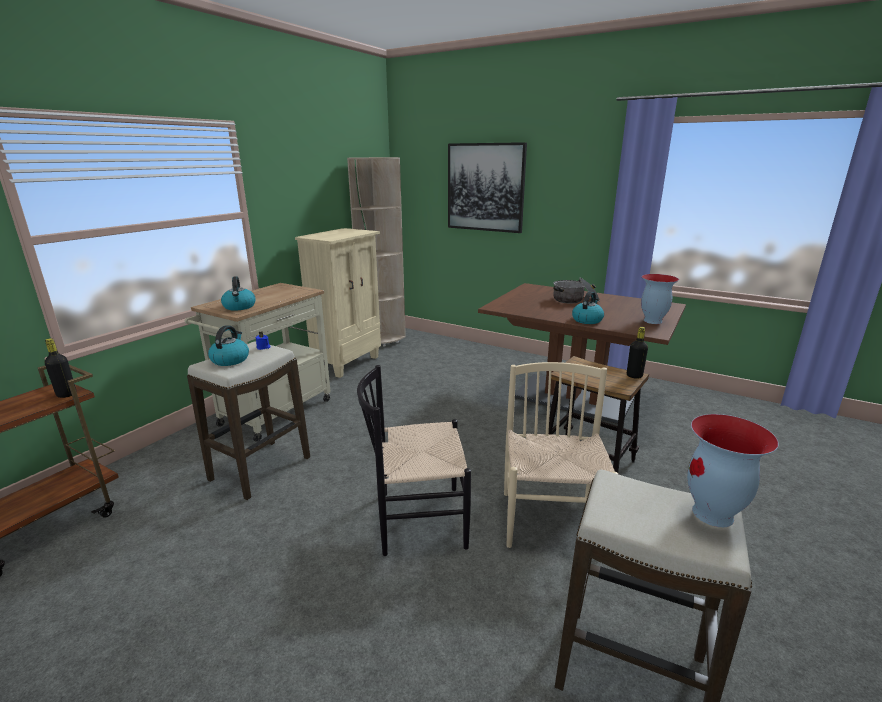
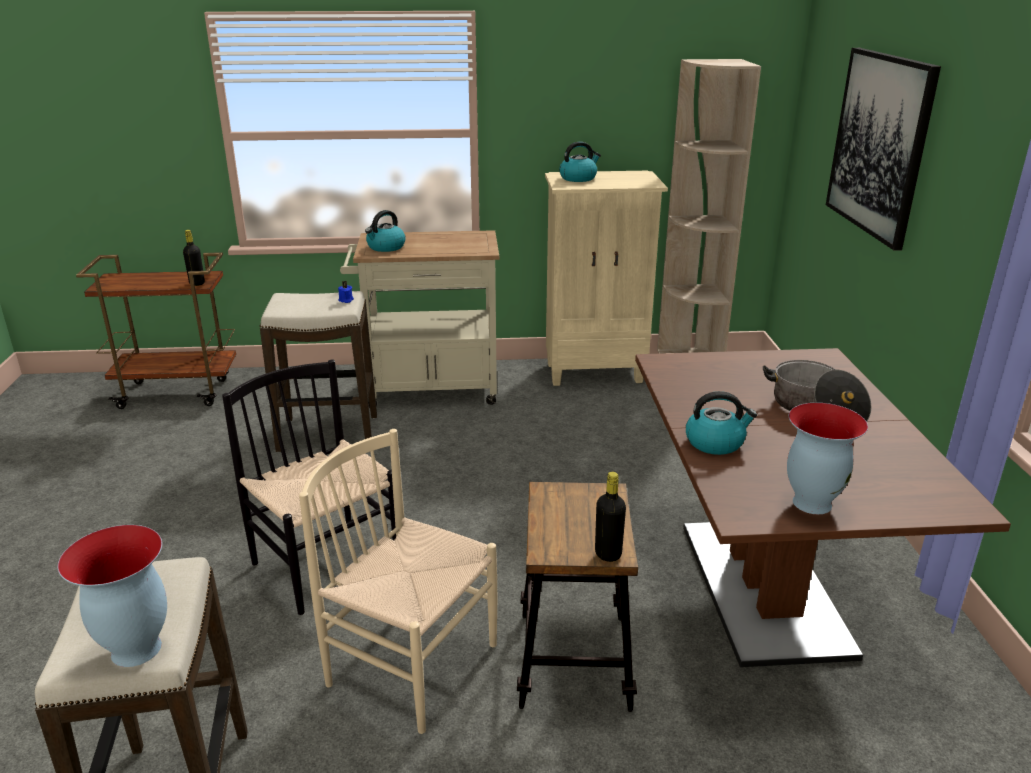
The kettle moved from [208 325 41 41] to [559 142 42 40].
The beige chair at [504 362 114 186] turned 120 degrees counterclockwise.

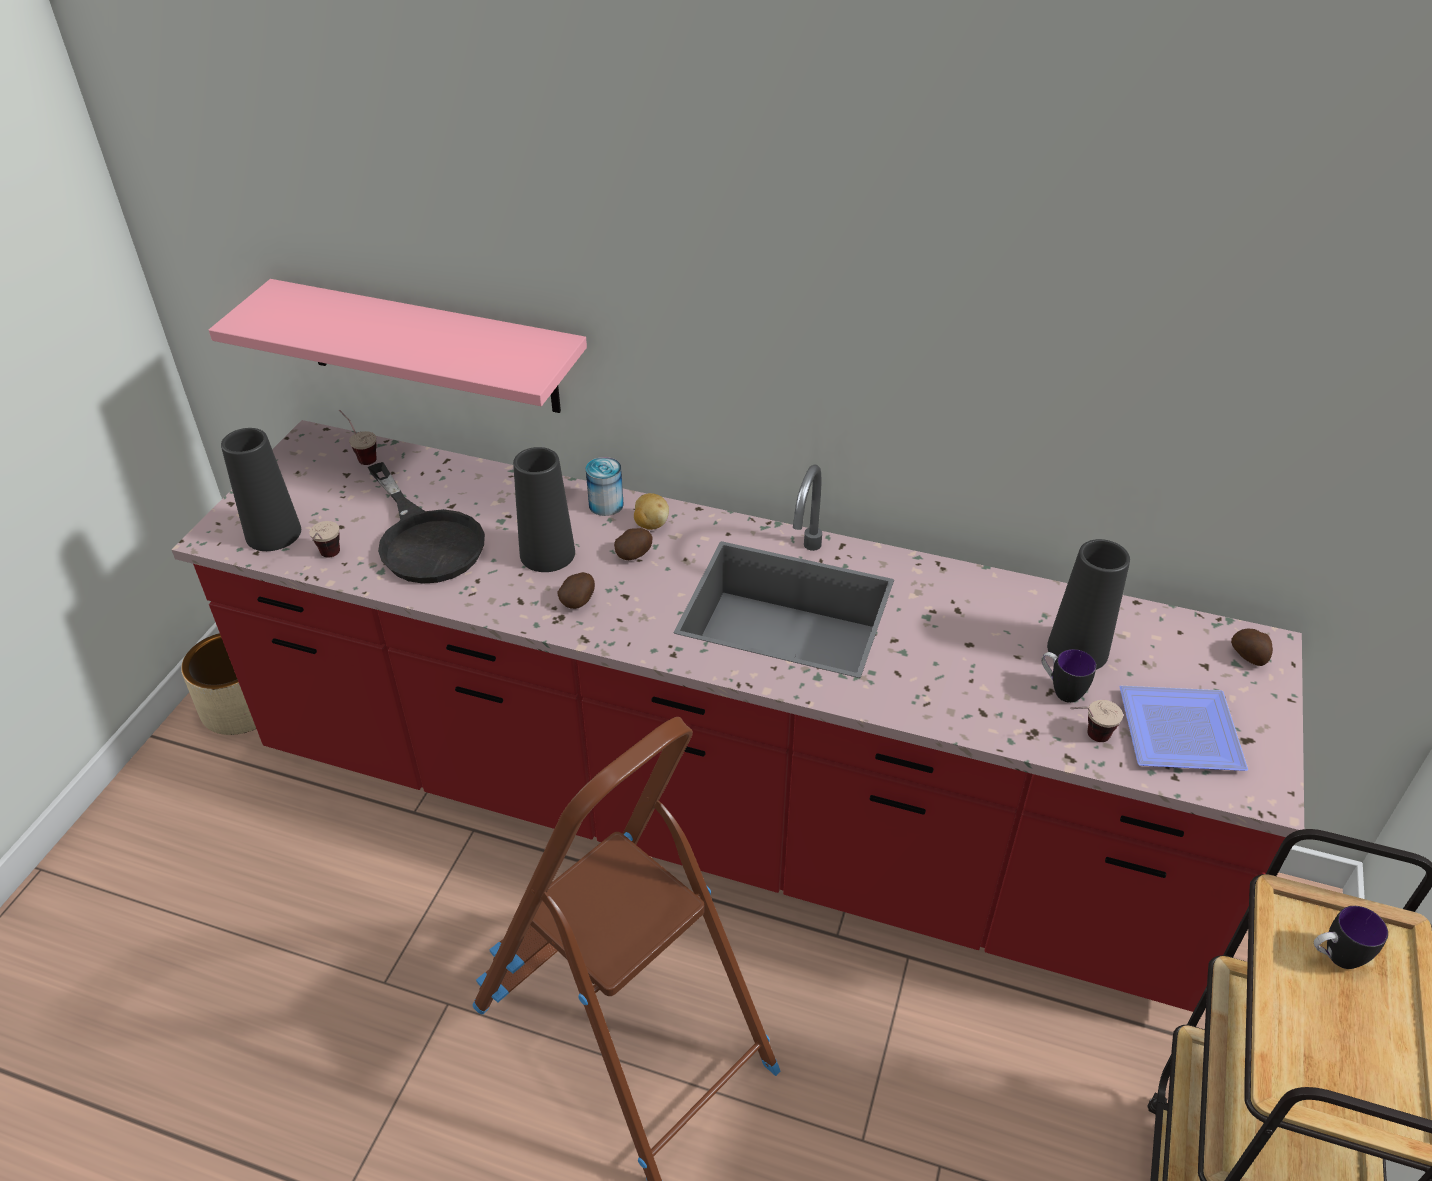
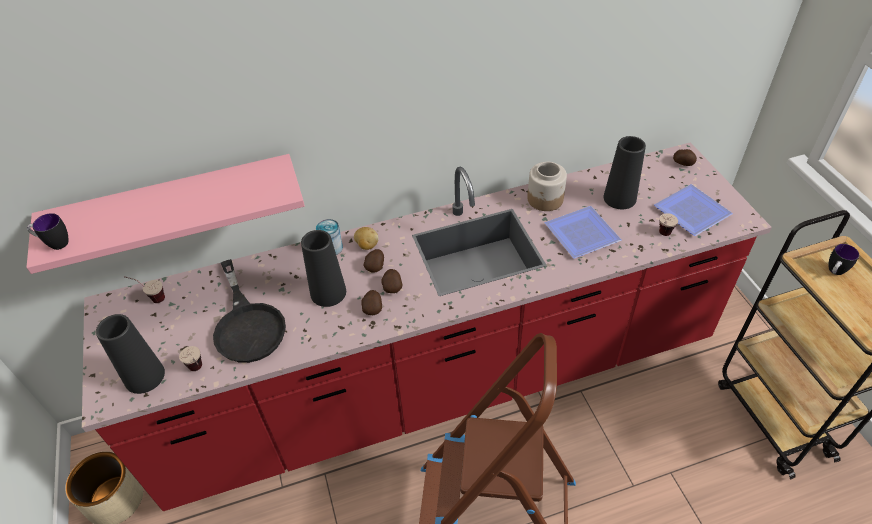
The black frying pan at [368 462 117 122] turned 45 degrees clockwise.
The mug moved from [1041 649 55 54] to [27 213 41 37].
The potato at [381 269 21 24] appeared.
The jar at [527 162 40 49] appeared.
The plate at [545 206 77 53] appeared.

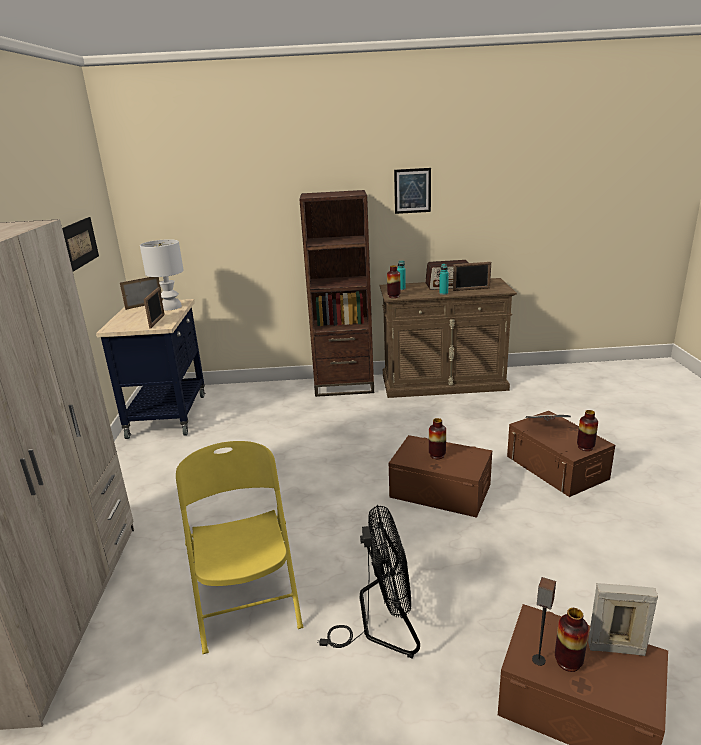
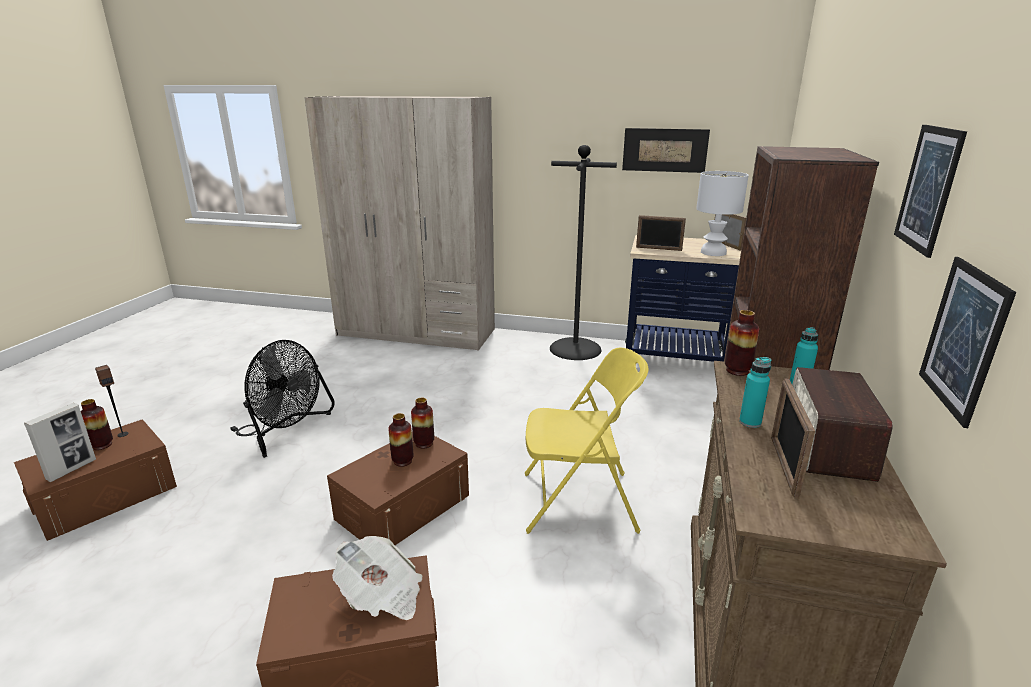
The yellow chair moved from [176 441 128 213] to [525 348 123 186].
The black fan at [317 505 103 154] turned 75 degrees counterclockwise.
The vase moved from [577 410 21 41] to [411 398 23 51].
The black clothes rack at [550 145 67 215] appeared.
The picture at [919 257 97 171] appeared.

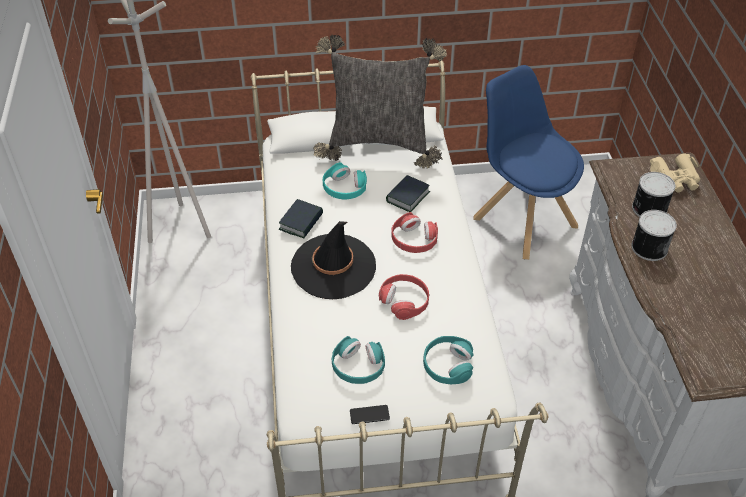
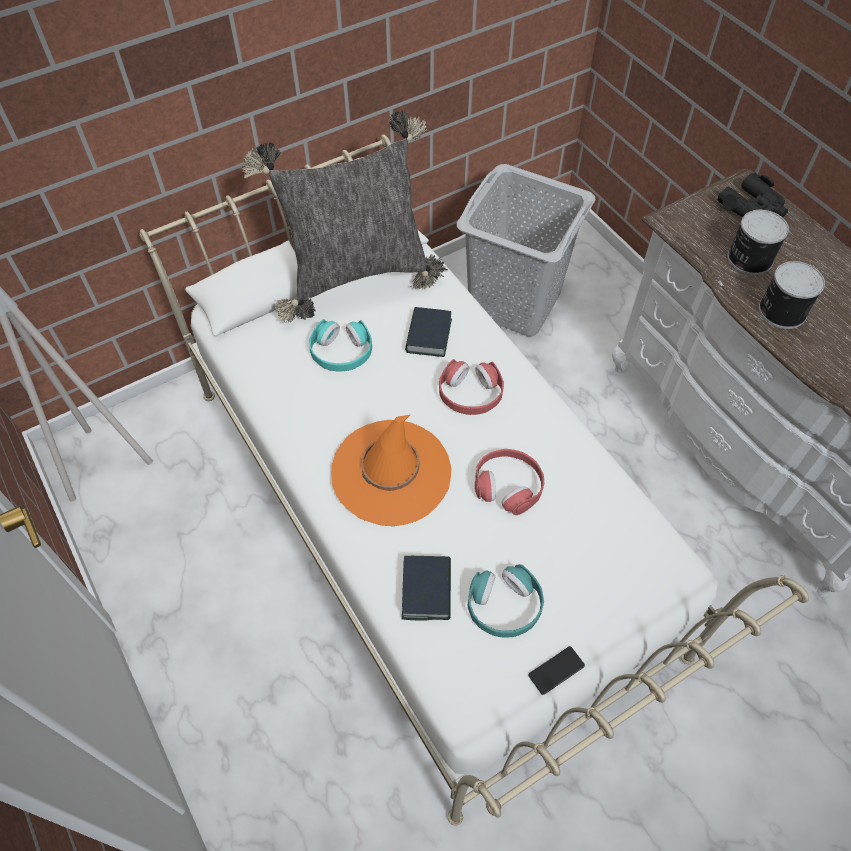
The book moved from [279 199 44 40] to [401 556 50 65].
The black hat at [291 221 85 78] became the orange hat at [331 415 121 111].
The turquoise headphones at [423 336 50 48] disappeared.
The blue chair at [473 65 111 195] was replaced by the grey laundry basket at [457 164 139 173].
The beige binoculars at [650 154 50 38] became the black binoculars at [718 173 71 45].

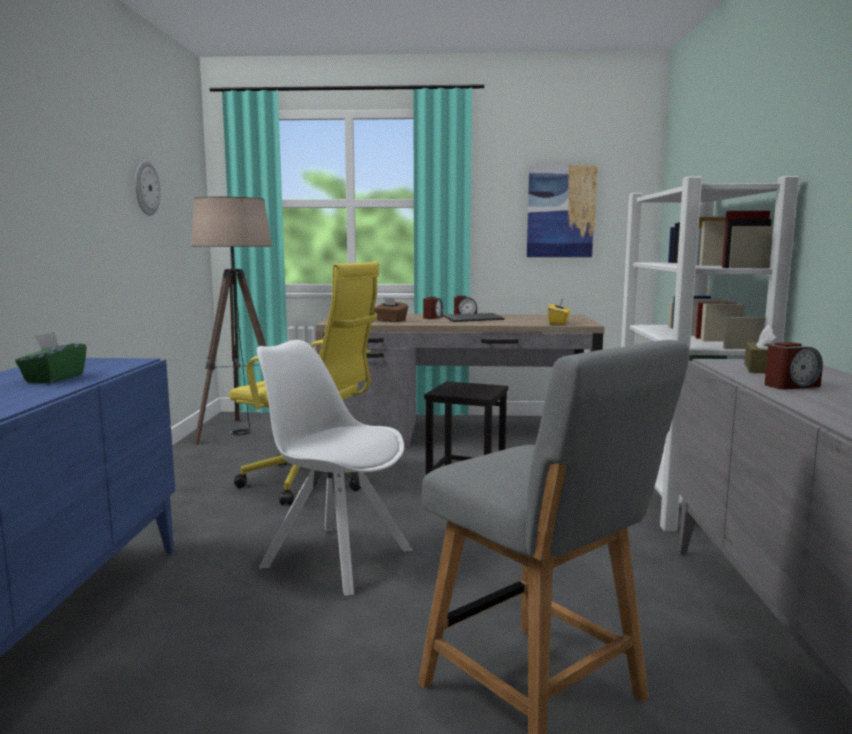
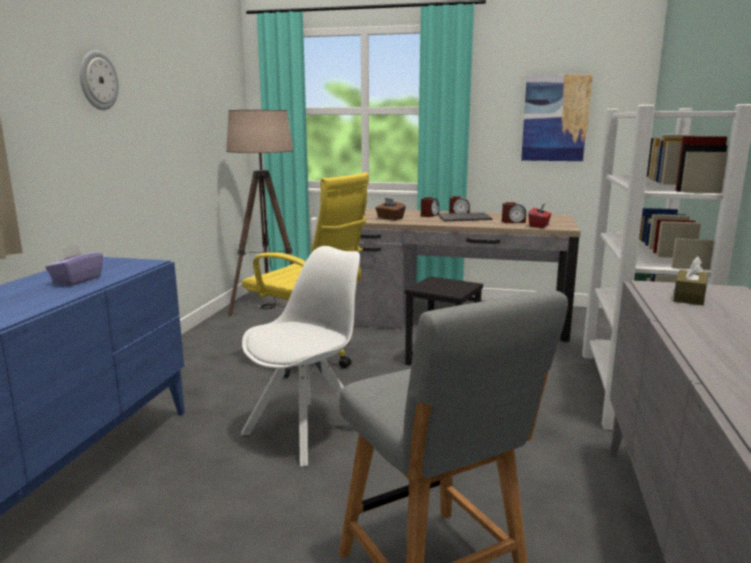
The green tissue box at [15 332 72 51] became the purple tissue box at [46 243 57 43].
The wall clock moved from [135 161 26 55] to [80 50 39 60].
The white chair at [257 340 156 256] turned 90 degrees clockwise.
The yellow tissue box at [548 299 22 26] became the red tissue box at [528 203 24 25].
The alarm clock moved from [765 342 58 47] to [502 202 24 21].

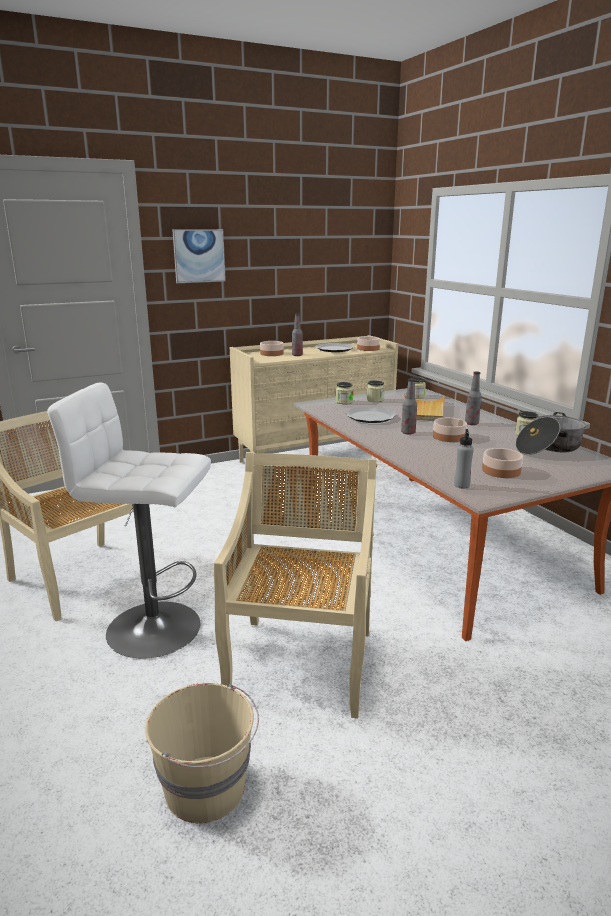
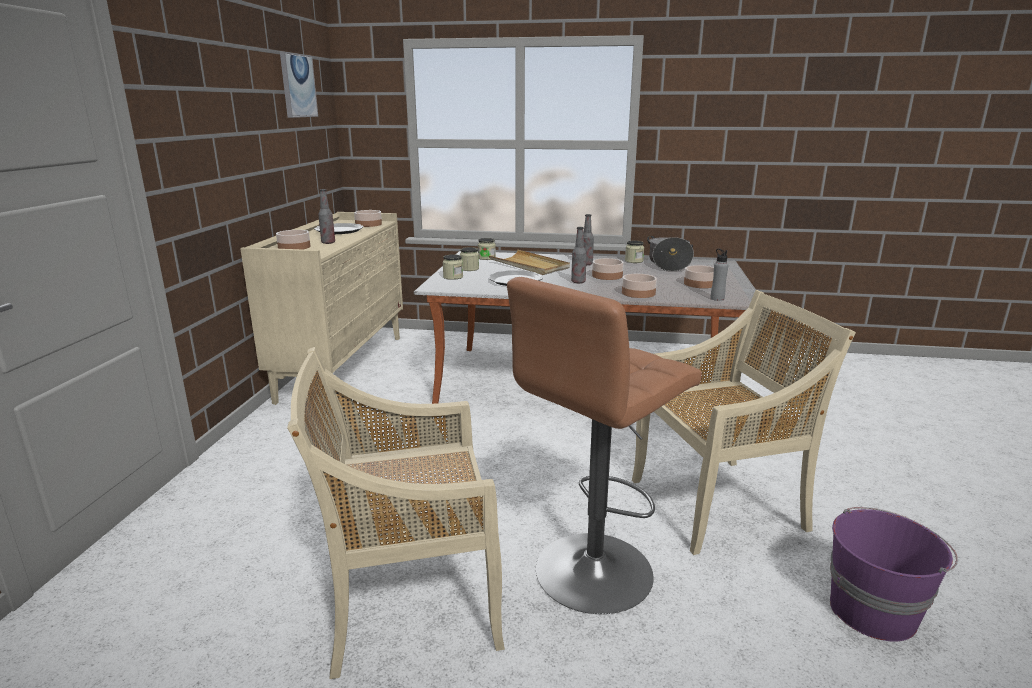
The white stool at [47 382 164 276] became the brown stool at [507 277 195 337].
The beige bucket at [145 683 114 140] became the purple bucket at [830 507 128 134].
The picture moved from [172 229 54 54] to [280 52 38 66].
The beige chair at [214 452 163 267] turned 120 degrees clockwise.
The bowl at [622 274 35 24] appeared.

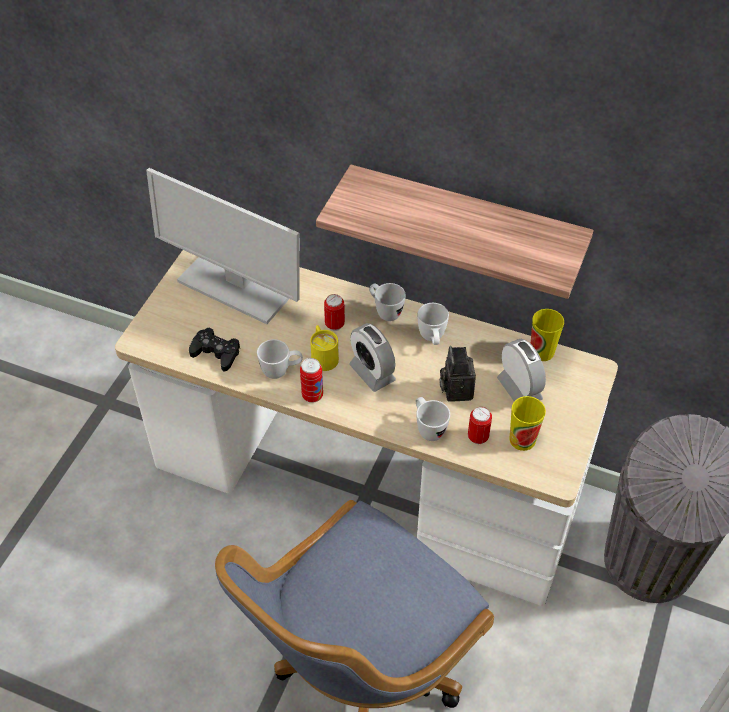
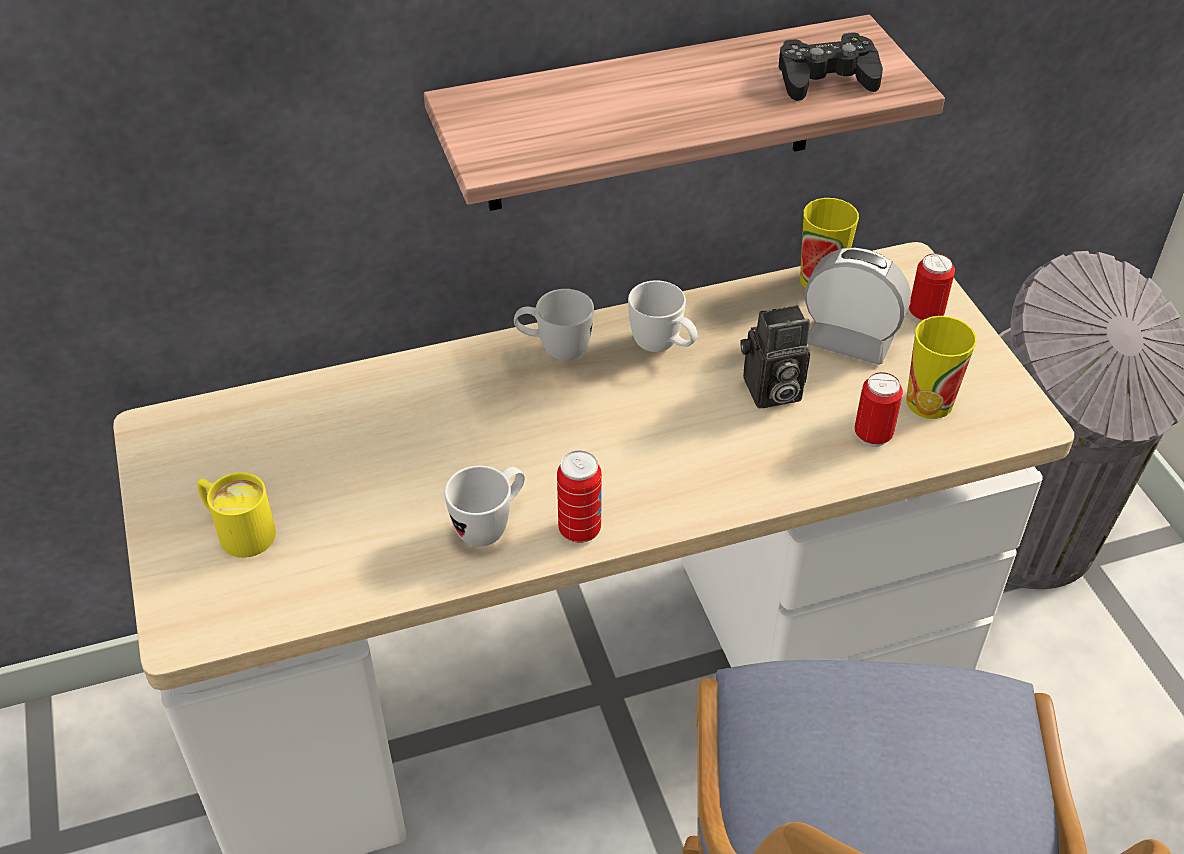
The monitor at [146 168 154 156] disappeared.
The black game controller moved from [189 328 51 44] to [779 32 104 69].
The yellow mug moved from [310 325 29 46] to [197 472 79 86].
The can moved from [324 294 21 37] to [909 253 46 70].
The alarm clock at [349 323 47 69] disappeared.
The white mug at [416 397 34 44] disappeared.
The photo camera at [440 346 36 56] turned 60 degrees counterclockwise.

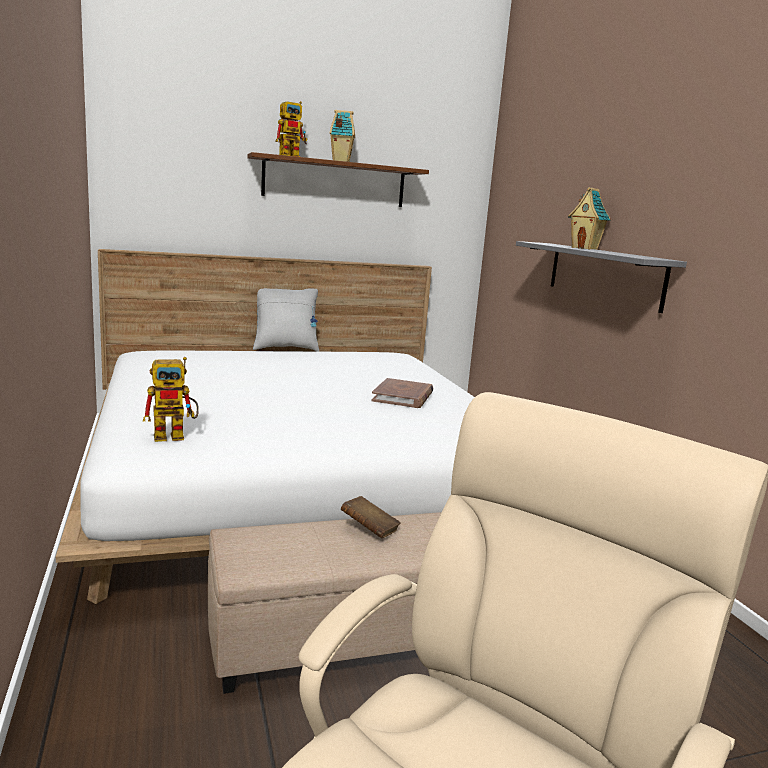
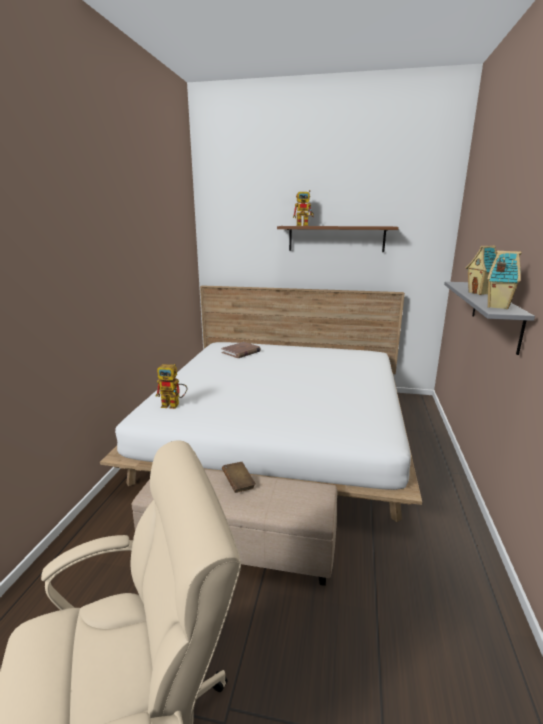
The grey pillow at [253 288 66 64] disappeared.
The toy house moved from [330 110 25 52] to [487 251 34 58].
The brown book moved from [371 378 62 30] to [221 342 40 16].

